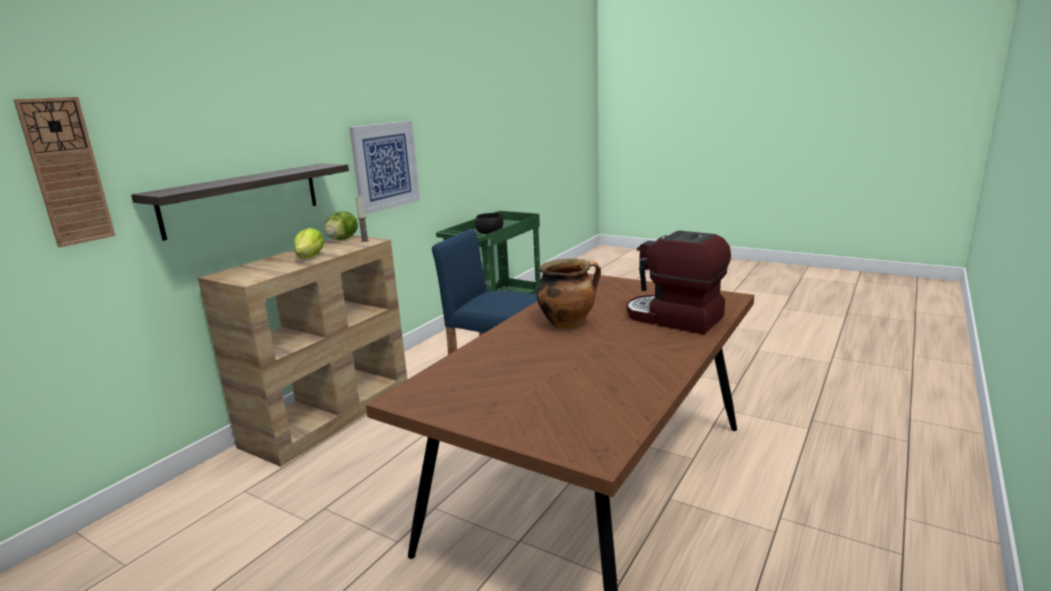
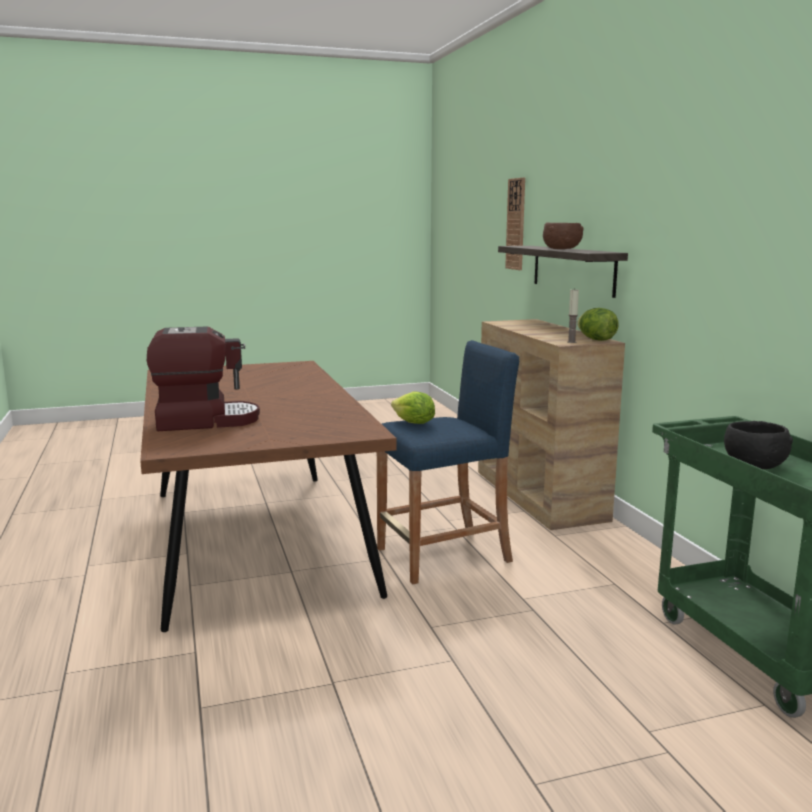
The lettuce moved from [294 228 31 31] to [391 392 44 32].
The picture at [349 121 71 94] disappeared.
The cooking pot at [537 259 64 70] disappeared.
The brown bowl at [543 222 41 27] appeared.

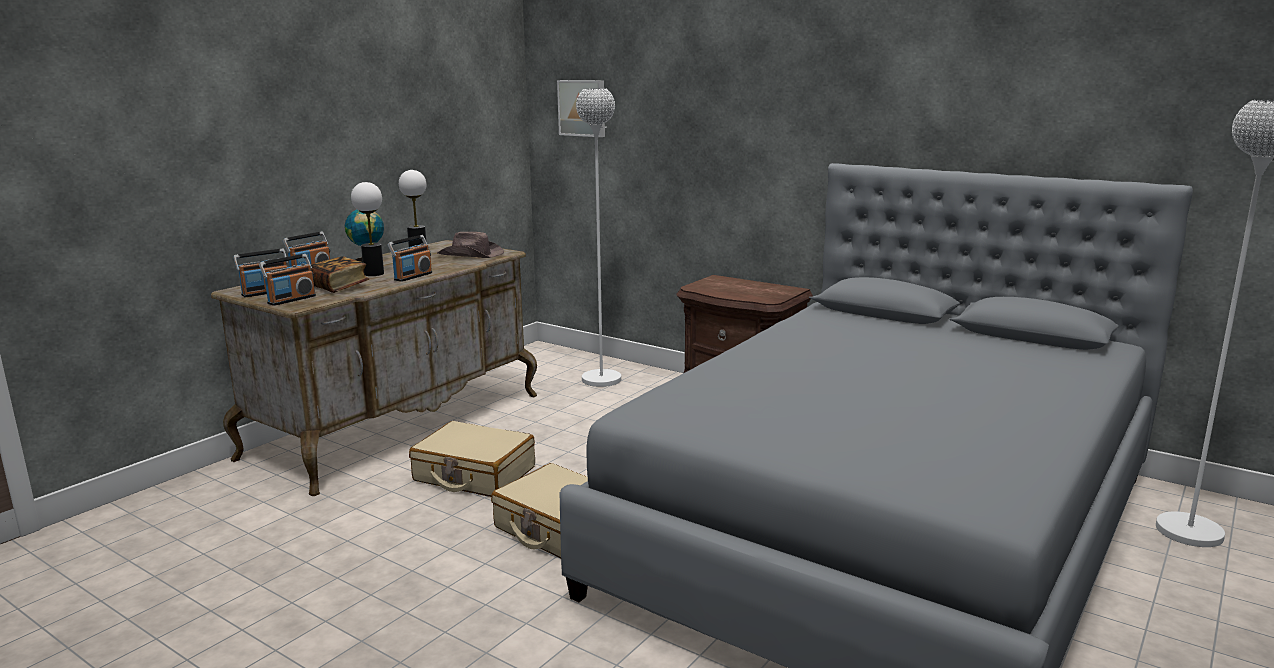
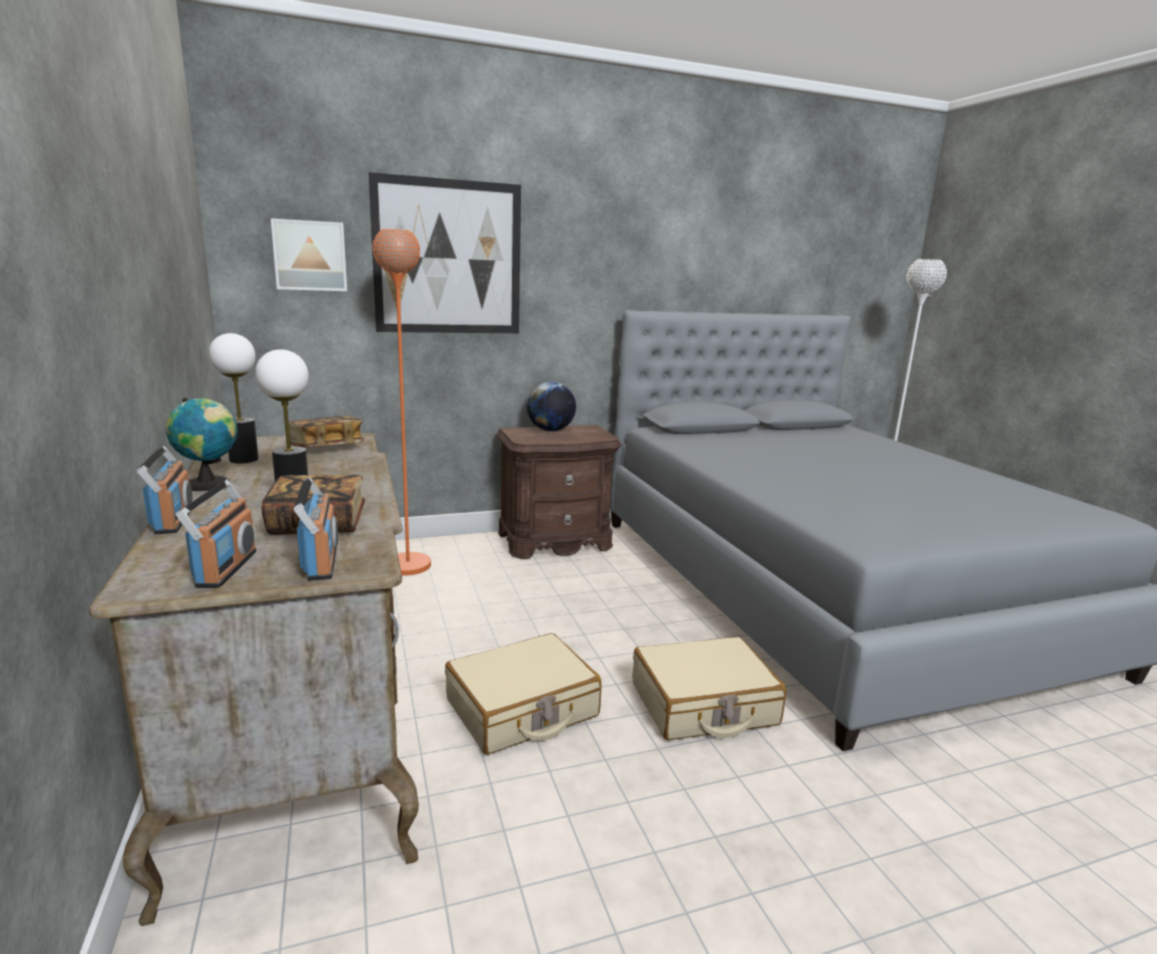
The radio at [388 235 44 47] disappeared.
The brown hat at [437 232 67 26] was replaced by the book at [289 416 75 31].
The white floor lamp at [576 88 45 299] became the orange floor lamp at [372 229 59 346].
The picture at [368 172 153 161] appeared.
The globe at [527 382 49 49] appeared.

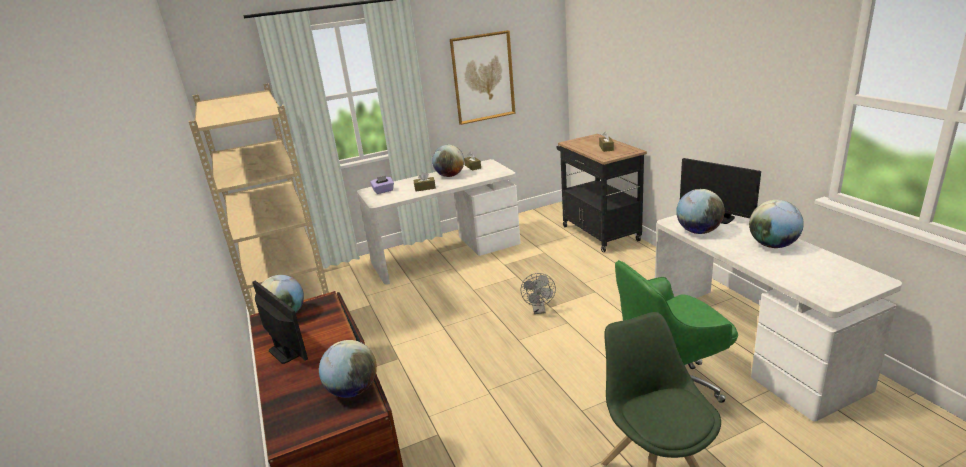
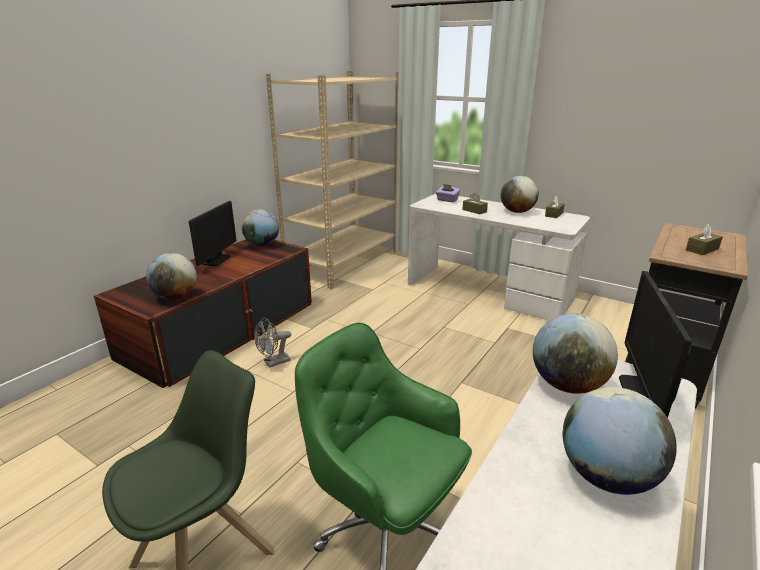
The picture at [450 30 65 95] disappeared.
The grey fan moved from [521 273 35 41] to [254 317 37 51].

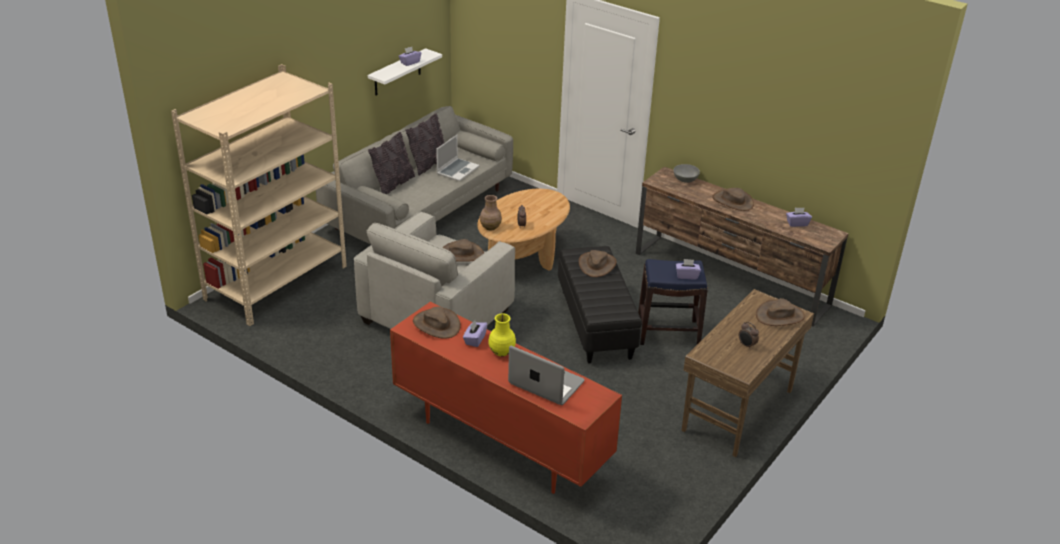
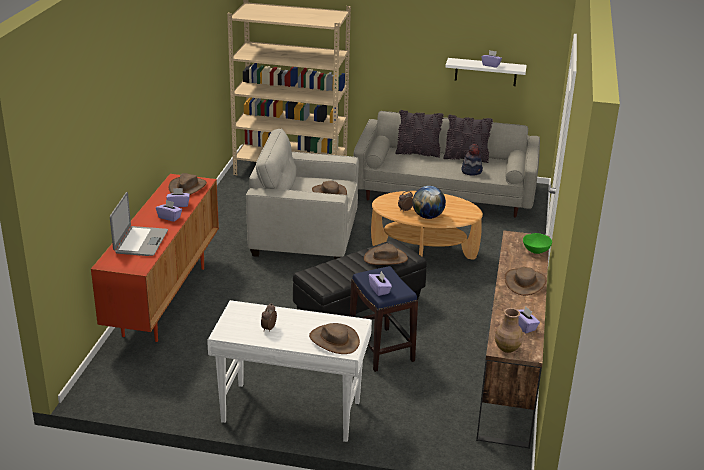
The laptop at [436 135 43 46] was replaced by the hat at [461 144 22 32].
The brown vase moved from [480 195 22 35] to [495 308 28 45].
The yellow vase at [488 313 28 44] was replaced by the purple tissue box at [156 200 26 22].
The grey bowl at [673 164 27 19] became the green bowl at [523 233 29 21].
The brown console table at [682 289 132 168] became the white console table at [207 300 165 142].
The globe at [413 186 33 33] appeared.

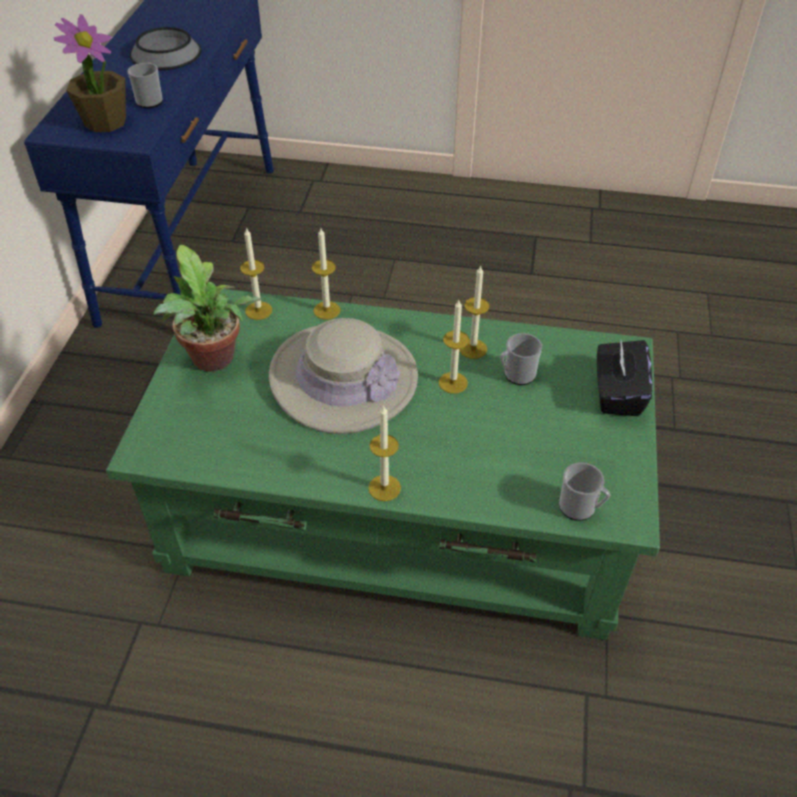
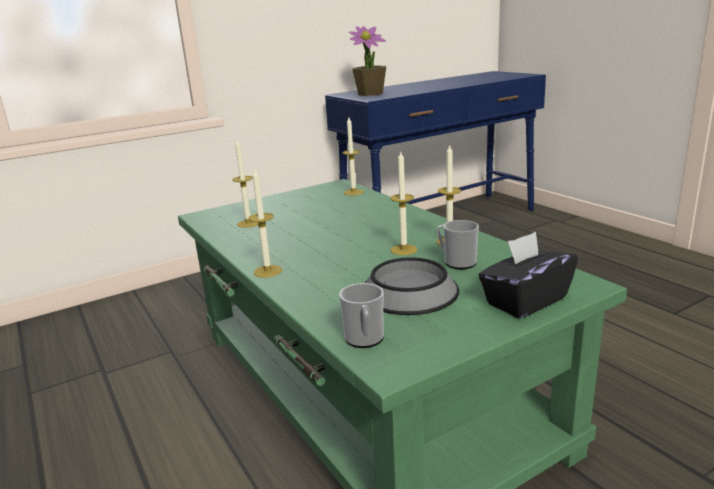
The mug at [128 63 35 45] disappeared.
The bowl moved from [130 27 71 43] to [365 257 94 58].
The potted plant at [153 245 107 127] disappeared.
The beige hat at [269 318 149 116] disappeared.
The candle moved from [312 228 29 92] to [233 140 25 88].

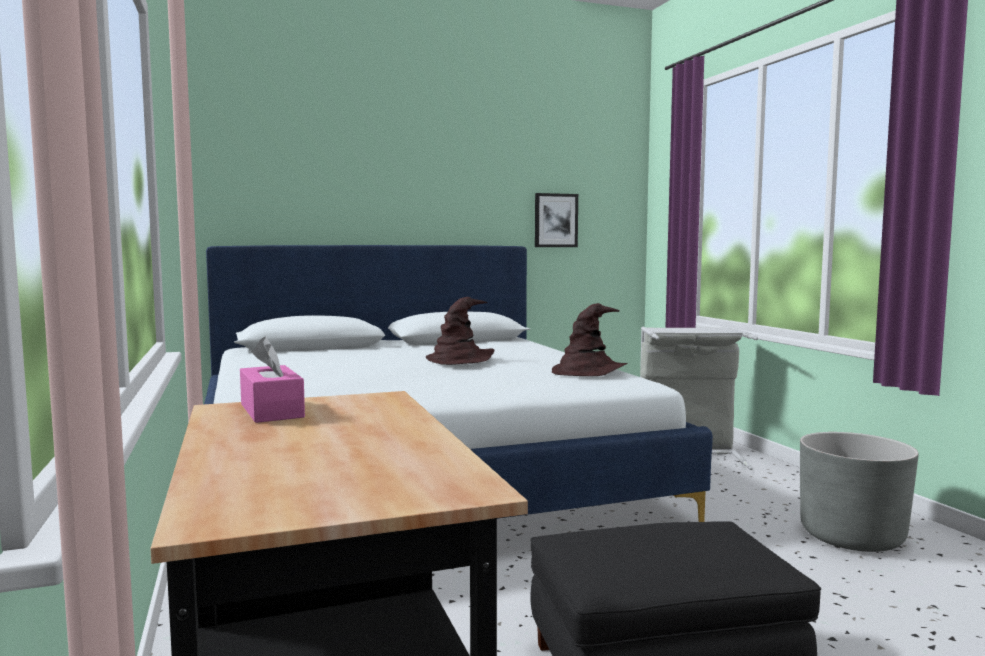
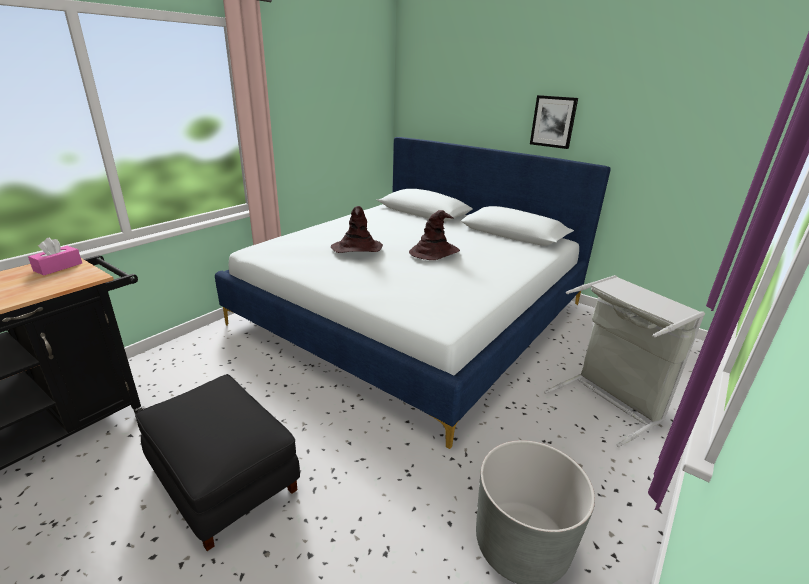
The picture moved from [535 193 43 54] to [530 95 48 54].
The brown hat moved from [552 303 75 73] to [331 206 52 47].

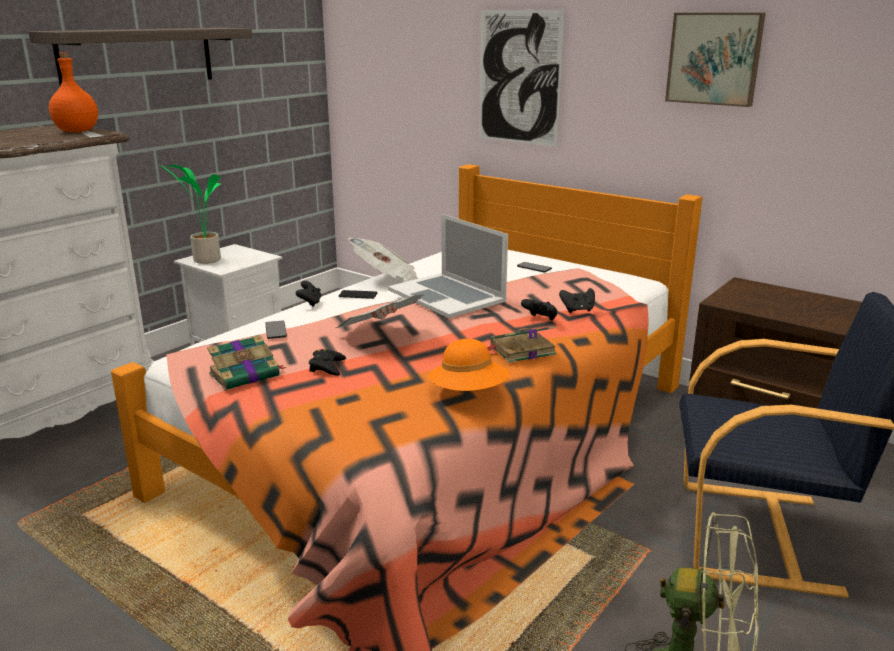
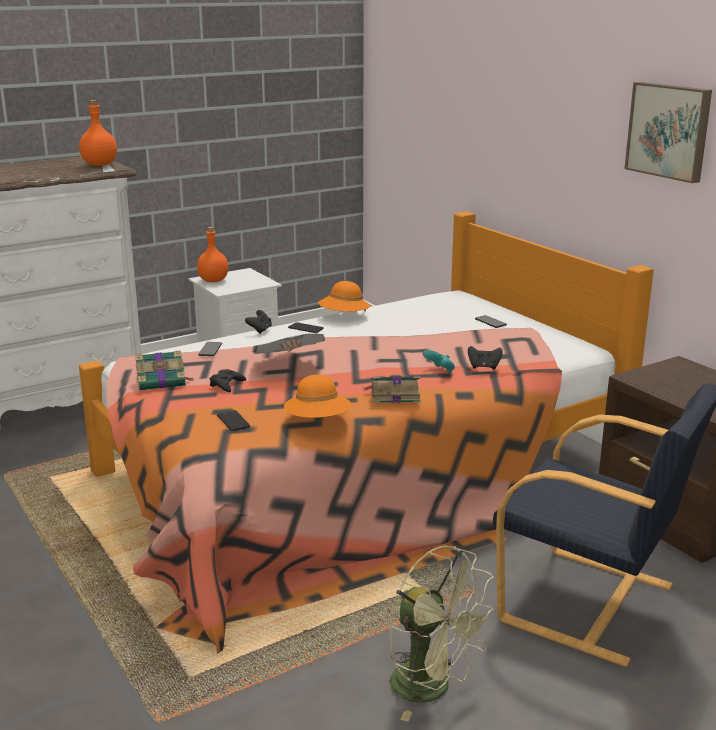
The shelf at [29 28 223 58] disappeared.
The potted plant at [160 165 61 99] was replaced by the orange bottle at [197 227 32 55].
The newspaper at [348 237 70 44] was replaced by the orange hat at [318 281 52 31].
The laptop at [388 214 120 104] disappeared.
The picture at [479 10 86 137] disappeared.
The black game controller at [521 299 36 21] became the turquoise game controller at [423 350 32 23].
The phone at [217 410 33 21] appeared.

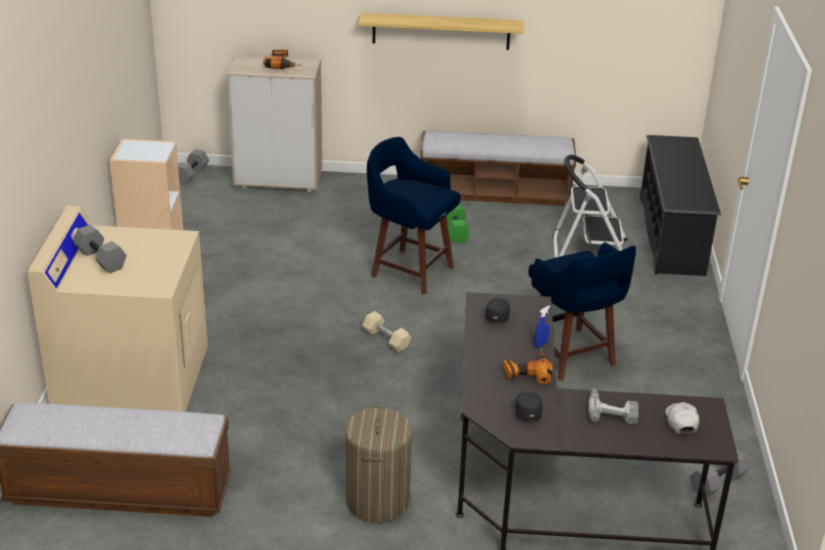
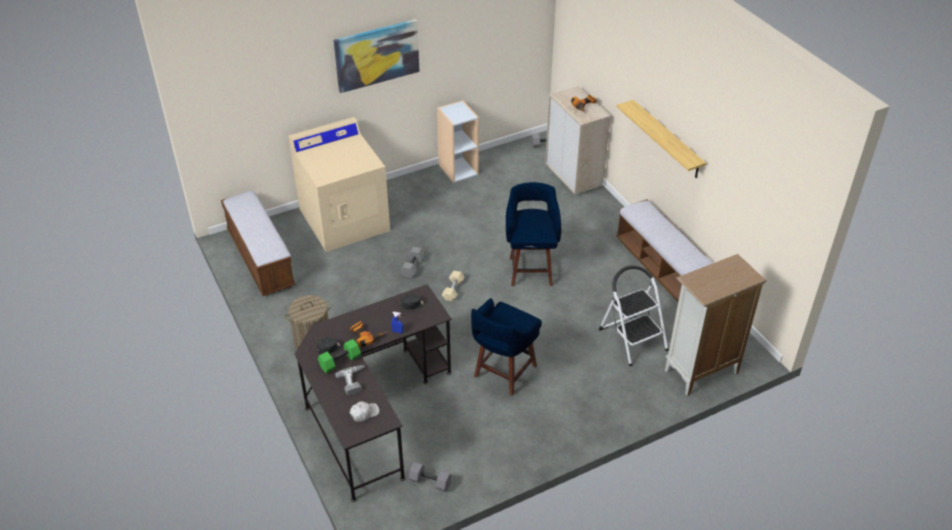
The grey dumbbell moved from [73 225 54 48] to [400 247 25 32].
The green dumbbell moved from [446 204 24 39] to [318 339 43 34].
The black shoe rack at [640 135 81 141] was replaced by the white dresser at [665 254 101 142].
The picture at [333 19 86 74] appeared.

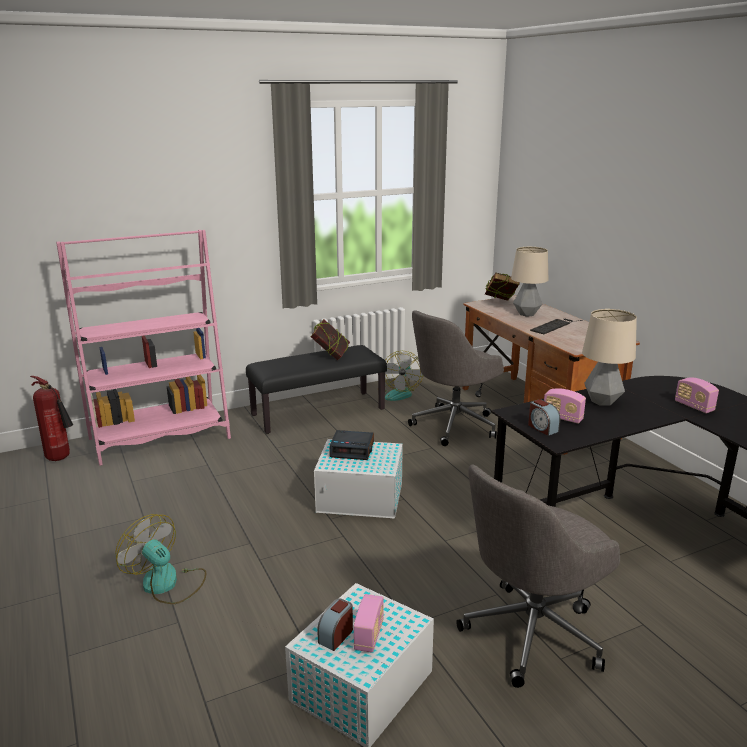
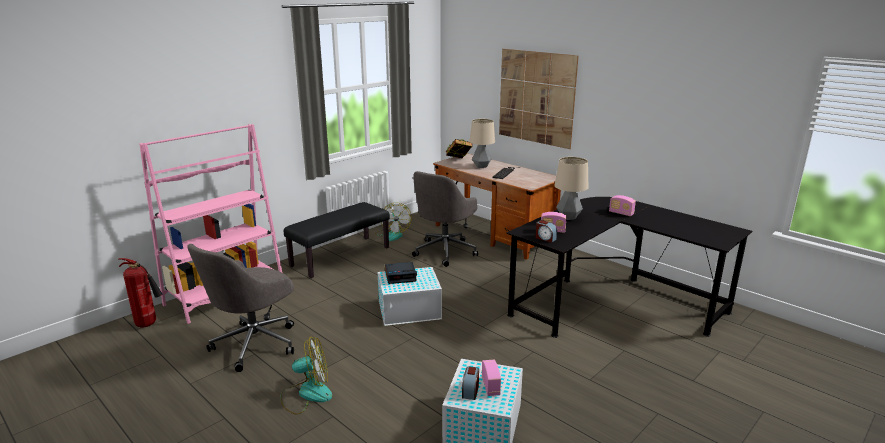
The fan at [115 514 91 90] turned 150 degrees clockwise.
The book at [311 319 39 41] disappeared.
The grey office chair moved from [456 465 164 223] to [187 244 107 128].
The picture at [499 49 79 100] appeared.

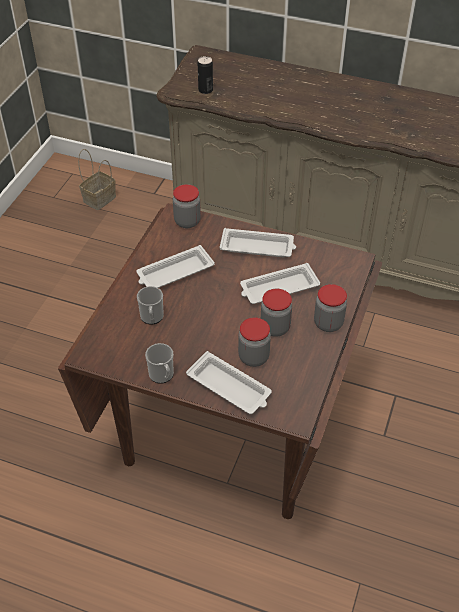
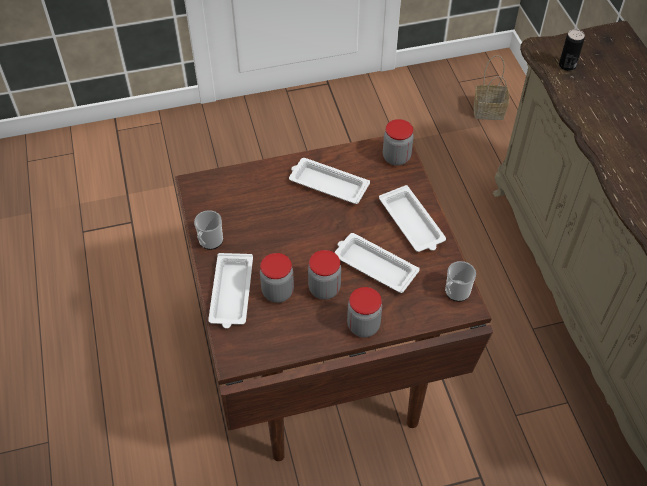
The mug moved from [137 286 27 39] to [445 261 31 41].

